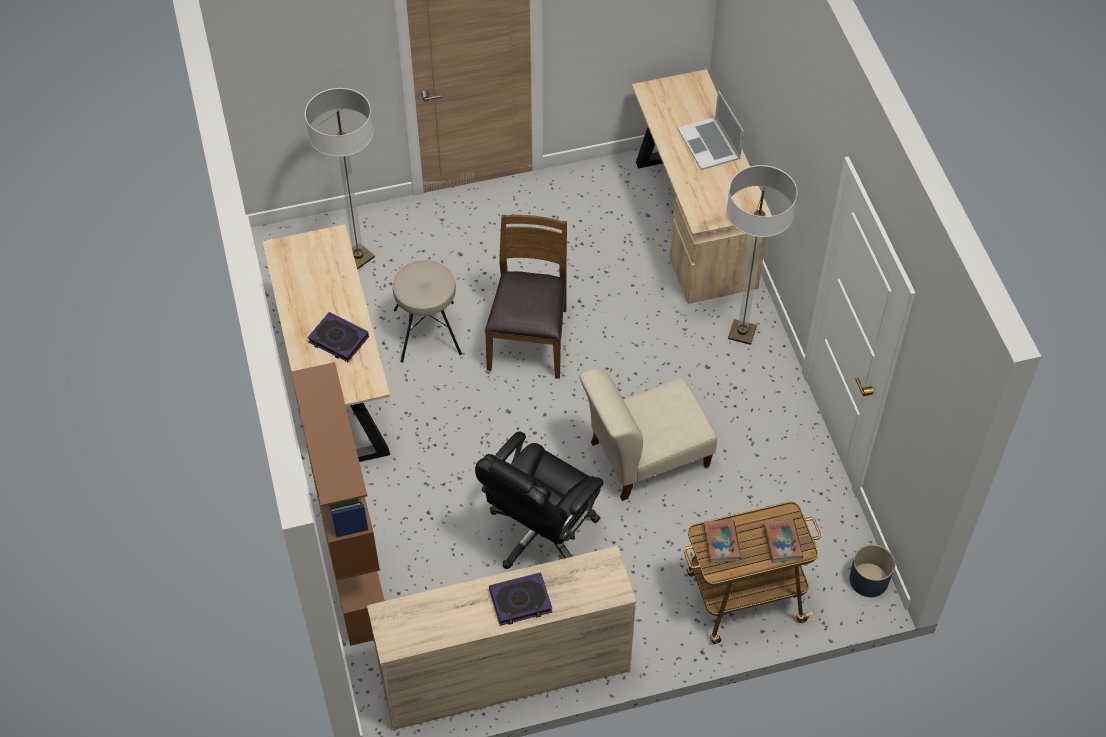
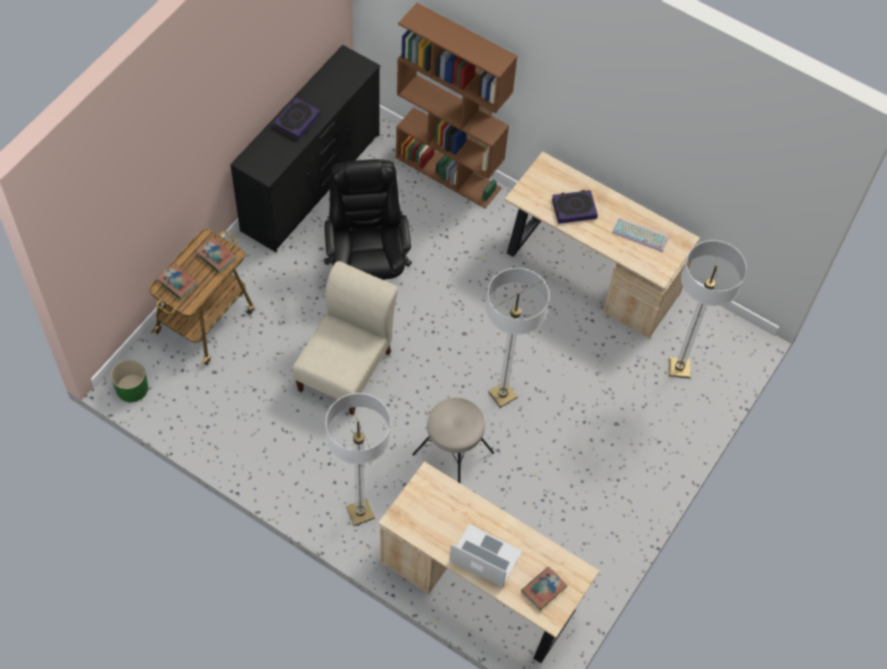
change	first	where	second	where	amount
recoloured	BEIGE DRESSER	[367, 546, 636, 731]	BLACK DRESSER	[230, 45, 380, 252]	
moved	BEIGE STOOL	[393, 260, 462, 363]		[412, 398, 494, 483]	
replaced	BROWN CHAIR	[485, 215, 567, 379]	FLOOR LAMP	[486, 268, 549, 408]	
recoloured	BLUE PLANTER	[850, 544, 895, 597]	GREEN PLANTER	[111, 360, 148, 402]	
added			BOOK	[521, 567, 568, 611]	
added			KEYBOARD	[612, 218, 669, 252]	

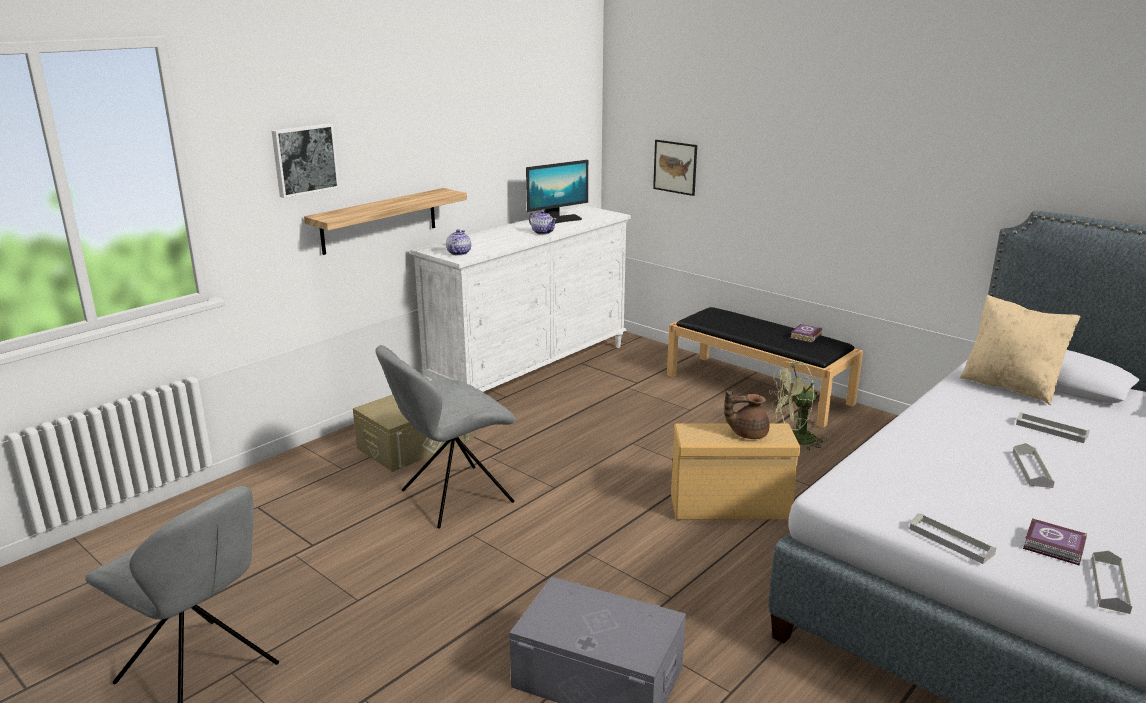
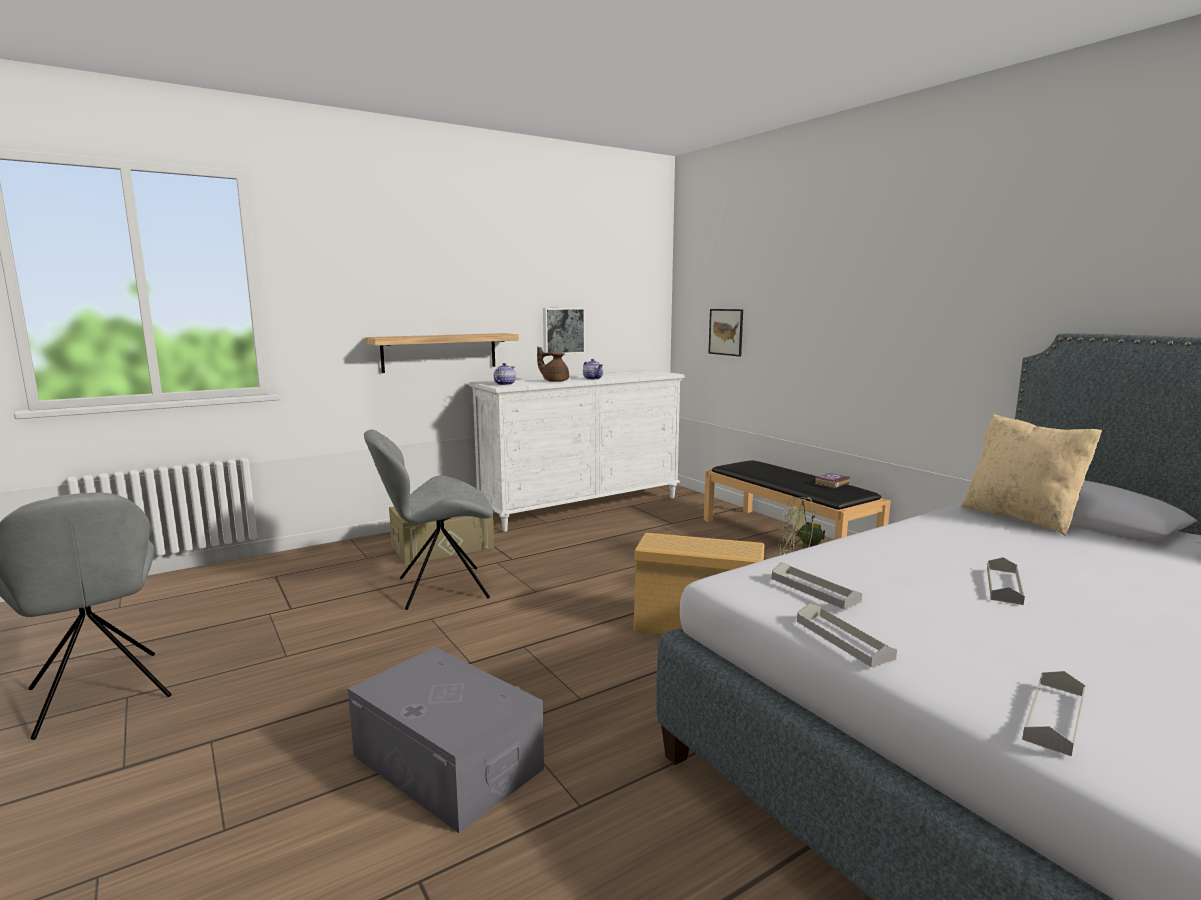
change	first	where	second	where	amount
moved	PICTURE	[272, 123, 339, 198]		[543, 308, 585, 354]	
removed	MONITOR	[526, 160, 588, 224]			
moved	BROWN TEAPOT	[724, 390, 769, 439]		[537, 346, 569, 382]	
moved	GREY TRAY	[1016, 412, 1090, 443]		[772, 562, 862, 609]	
removed	BOOK	[1023, 518, 1087, 566]			

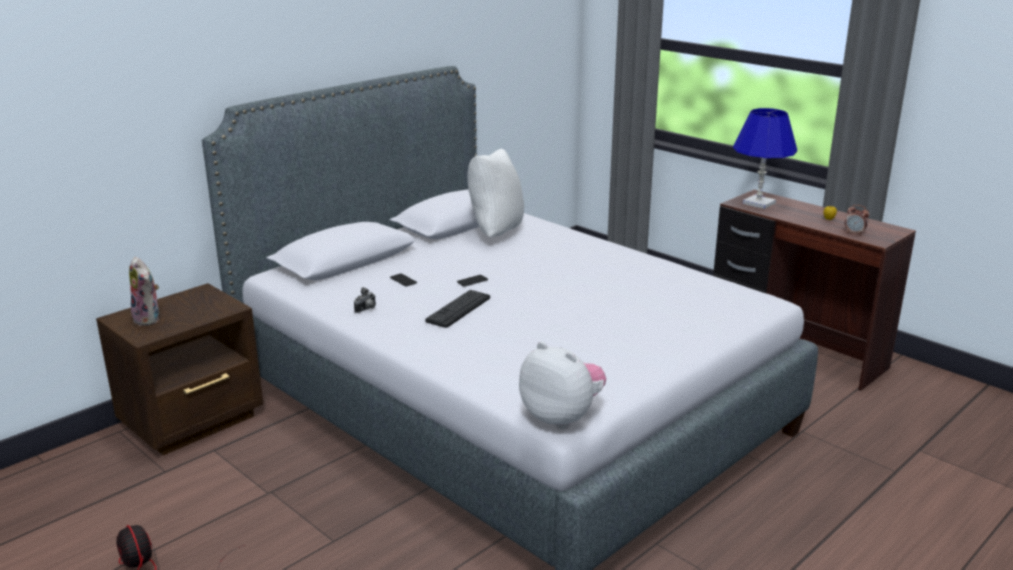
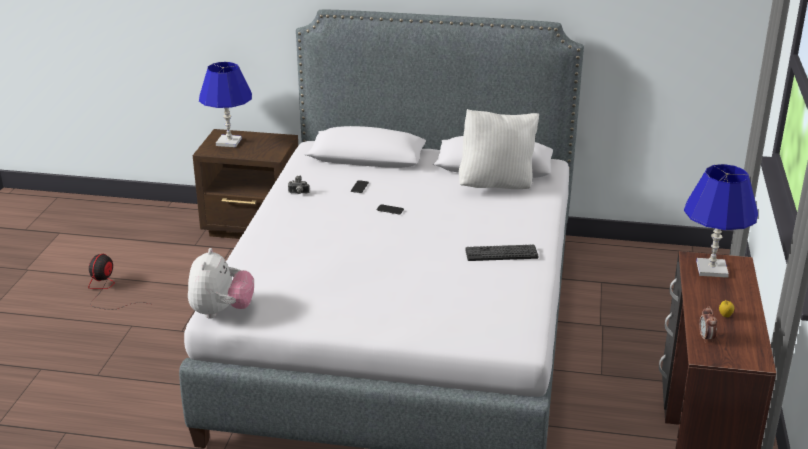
change	first	where	second	where	amount
replaced	PLUSH TOY	[129, 257, 159, 326]	BLUE TABLE LAMP	[199, 62, 252, 147]	
moved	KEYBOARD	[425, 290, 490, 328]		[465, 244, 538, 261]	

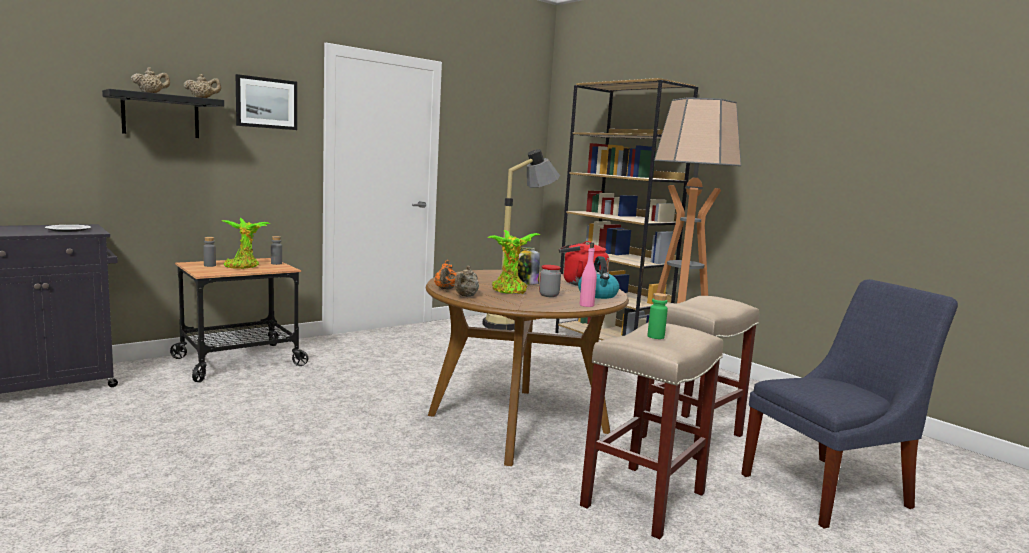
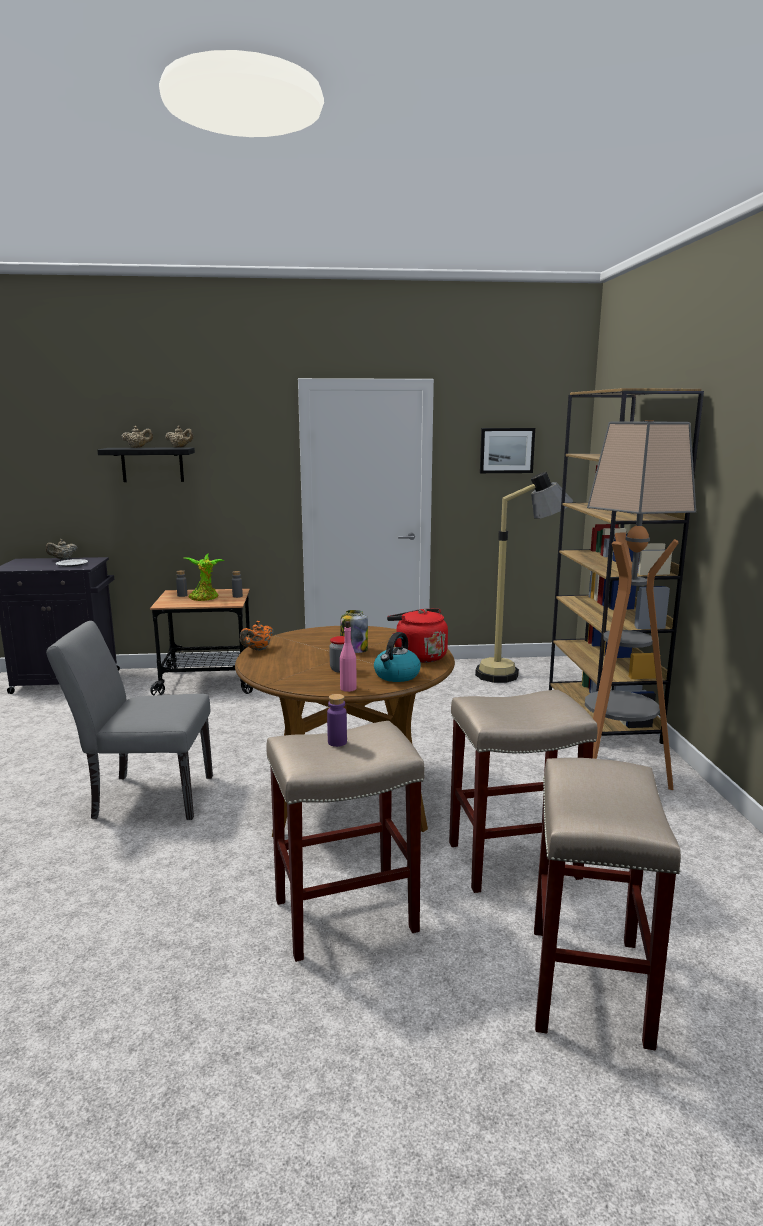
change	first	where	second	where	amount
moved	PICTURE	[236, 74, 297, 130]		[480, 428, 535, 473]	
moved	BEIGE TEAPOT	[454, 266, 479, 297]		[46, 539, 78, 560]	
removed	POTTED PLANT	[488, 230, 541, 294]			
recoloured	GREEN BOTTLE	[647, 293, 668, 339]	PURPLE BOTTLE	[327, 694, 347, 747]	
replaced	BLUE CHAIR	[741, 279, 958, 529]	BEIGE STOOL	[534, 758, 681, 1050]	
added			GREY CHAIR	[46, 621, 213, 820]	

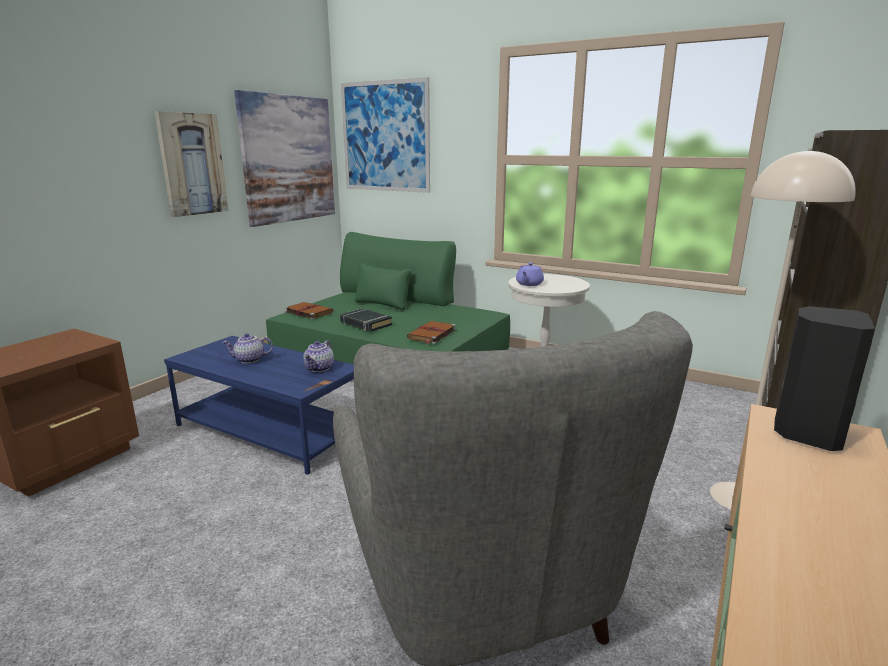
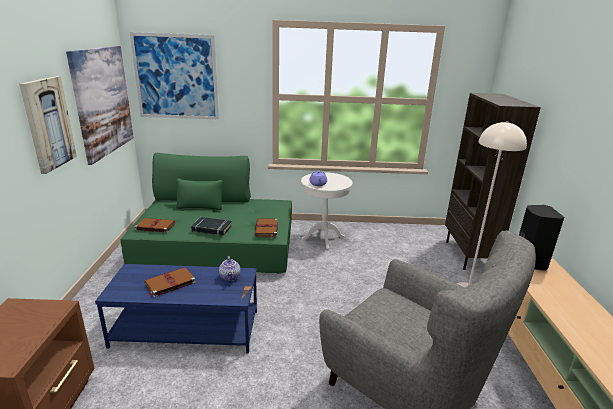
change	first	where	second	where	amount
replaced	TEAPOT	[222, 333, 273, 364]	BROWN BOOK	[144, 267, 196, 298]	

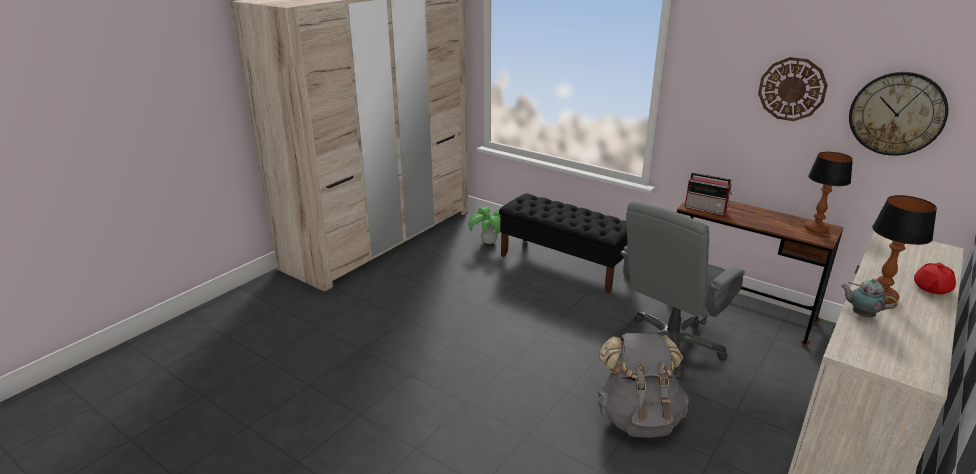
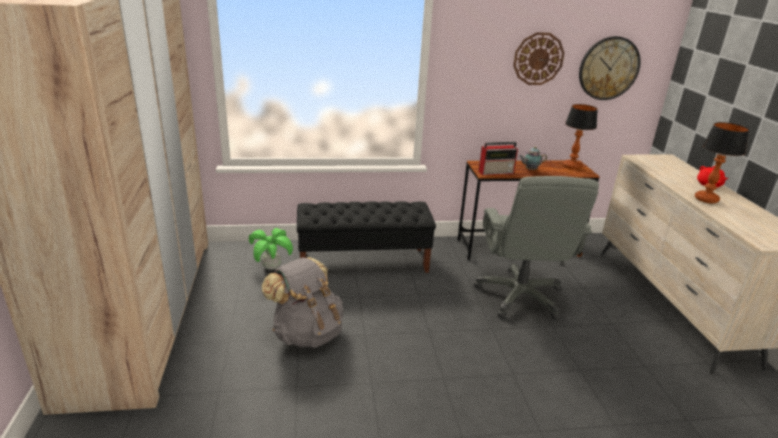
change	first	where	second	where	amount
moved	GREY BACKPACK	[596, 333, 689, 438]		[262, 257, 344, 348]	
moved	TEAPOT	[840, 278, 898, 317]		[519, 147, 547, 170]	

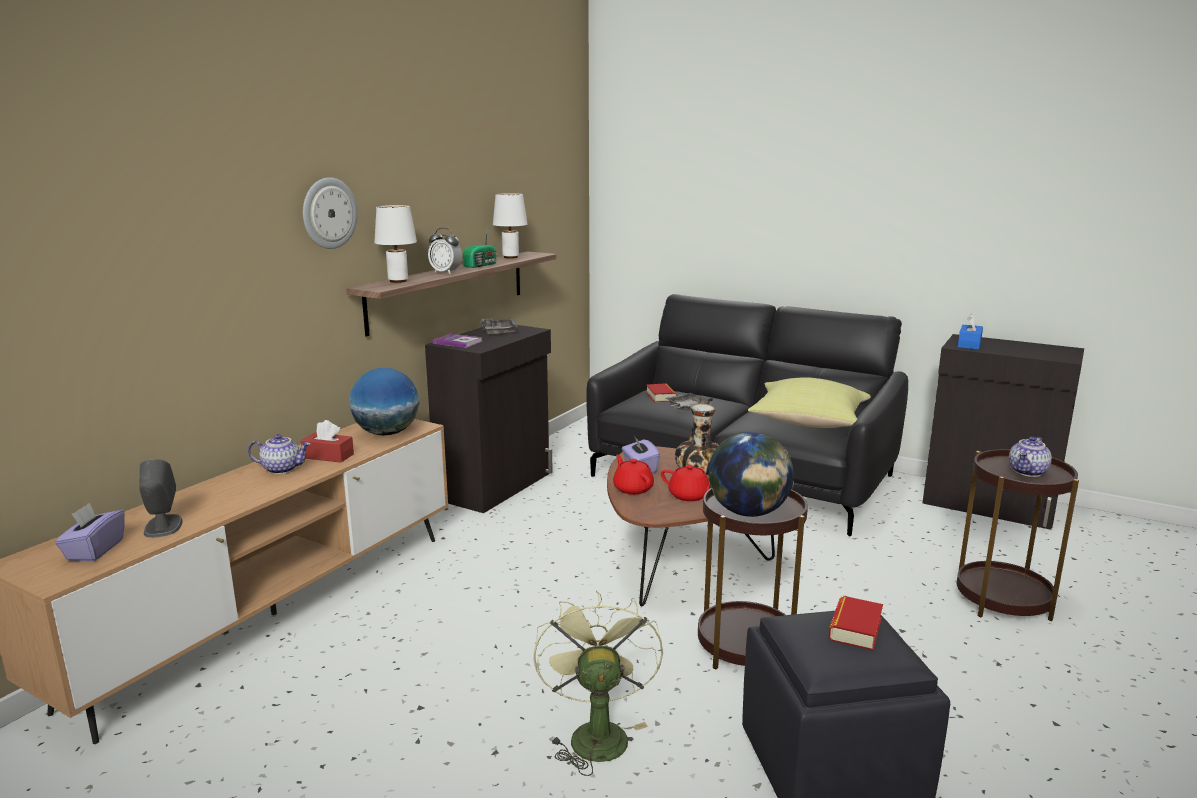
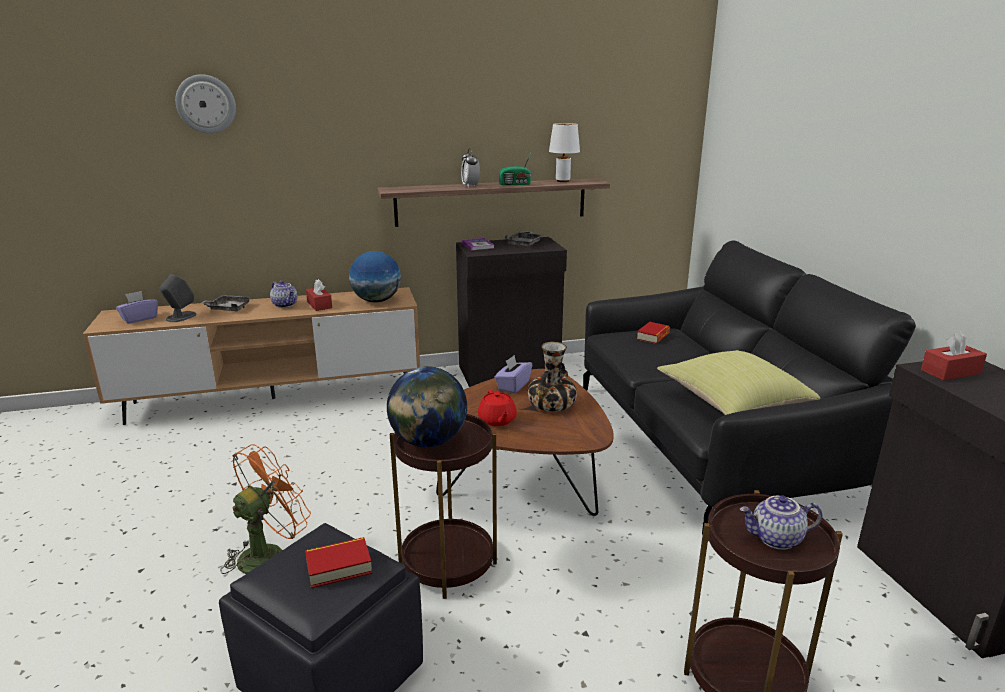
change	first	where	second	where	amount
moved	WALL CLOCK	[303, 177, 357, 249]		[175, 74, 236, 134]	
removed	WHITE TABLE LAMP	[374, 205, 417, 283]			
recoloured	GREEN FAN	[534, 591, 663, 776]	ORANGE FAN	[220, 444, 311, 574]	
removed	RED TEAPOT	[613, 455, 654, 495]			
moved	GREY TRAY	[665, 393, 713, 411]		[199, 295, 252, 311]	
recoloured	BLUE TISSUE BOX	[958, 314, 983, 350]	RED TISSUE BOX	[921, 331, 987, 381]	

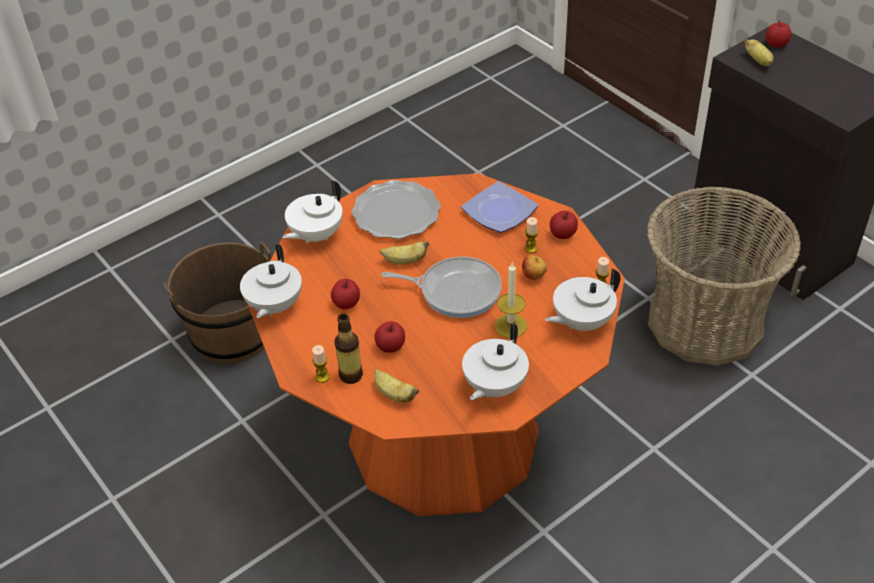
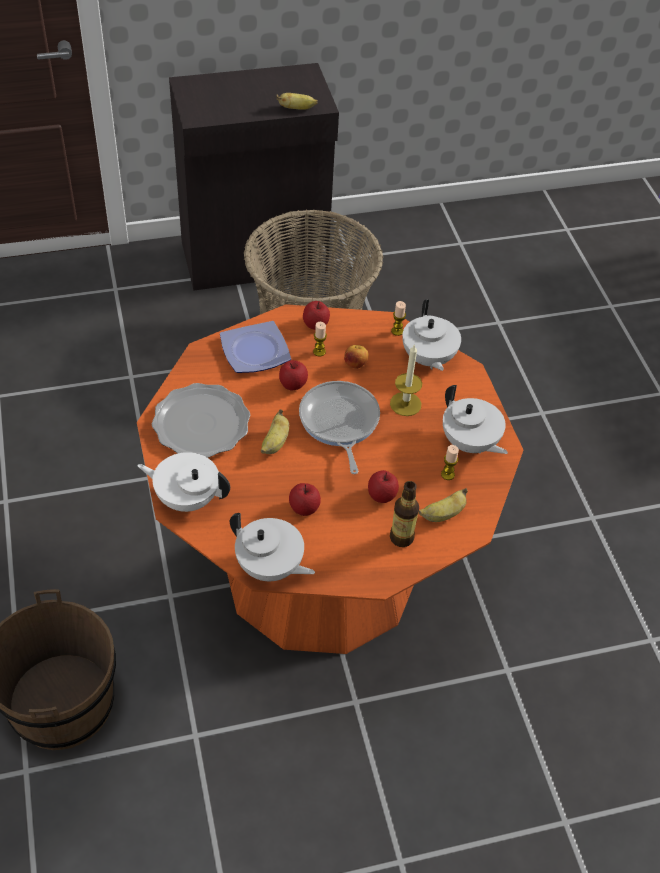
change	first	where	second	where	amount
turned	WHITE TEAPOT	[282, 180, 343, 244]		[137, 452, 230, 512]	135 degrees clockwise
moved	CANDLE	[312, 345, 330, 383]		[441, 445, 459, 480]	
turned	FRYING PAN	[381, 256, 502, 318]		[299, 381, 380, 474]	45 degrees counterclockwise
moved	BANANA	[744, 36, 774, 66]		[276, 93, 318, 110]	
moved	APPLE	[766, 20, 792, 47]		[279, 360, 308, 390]	

